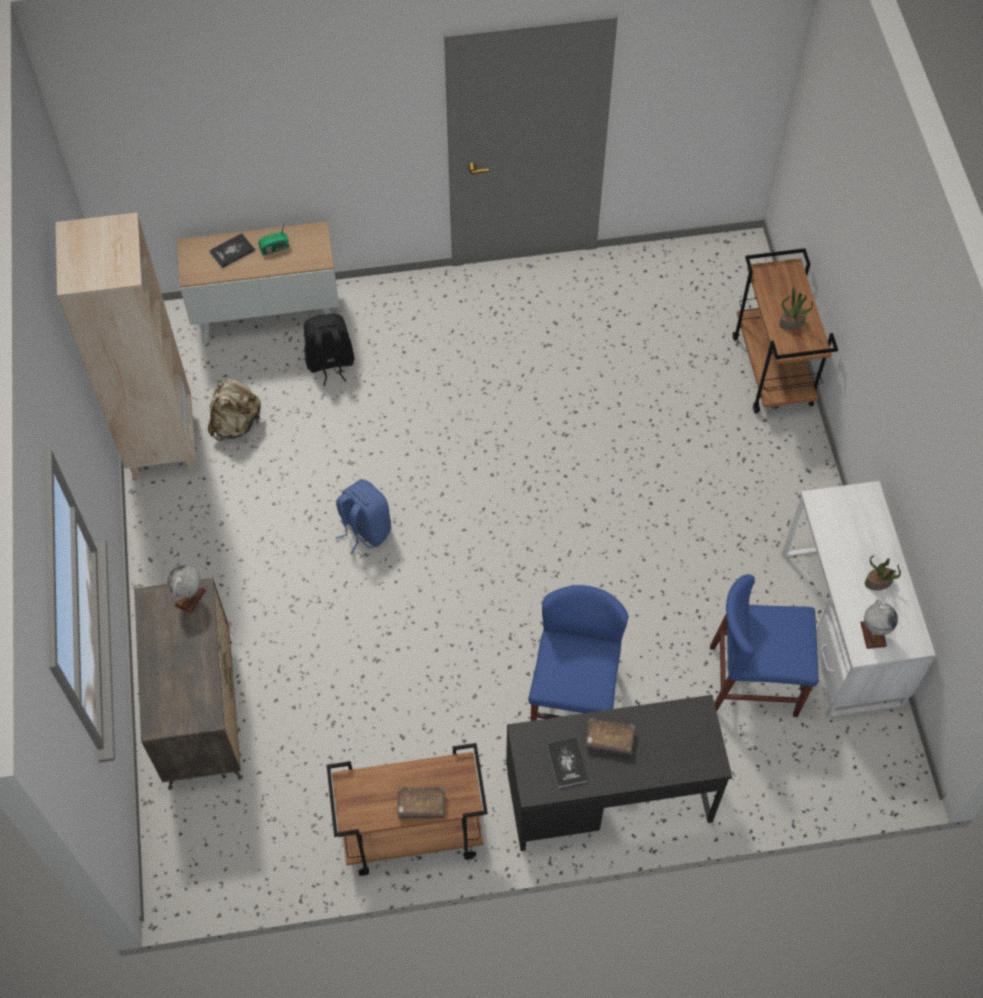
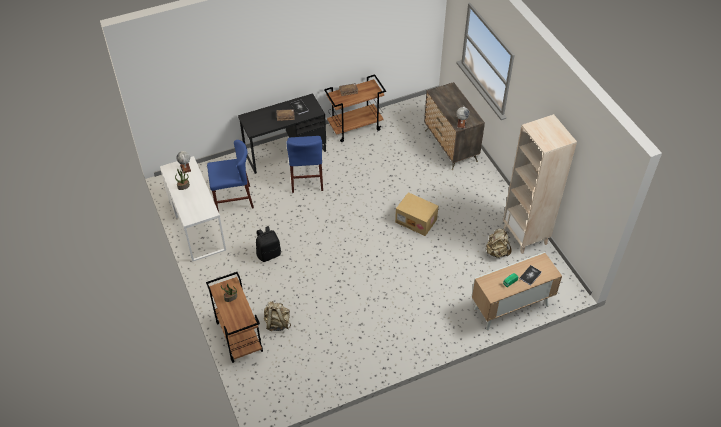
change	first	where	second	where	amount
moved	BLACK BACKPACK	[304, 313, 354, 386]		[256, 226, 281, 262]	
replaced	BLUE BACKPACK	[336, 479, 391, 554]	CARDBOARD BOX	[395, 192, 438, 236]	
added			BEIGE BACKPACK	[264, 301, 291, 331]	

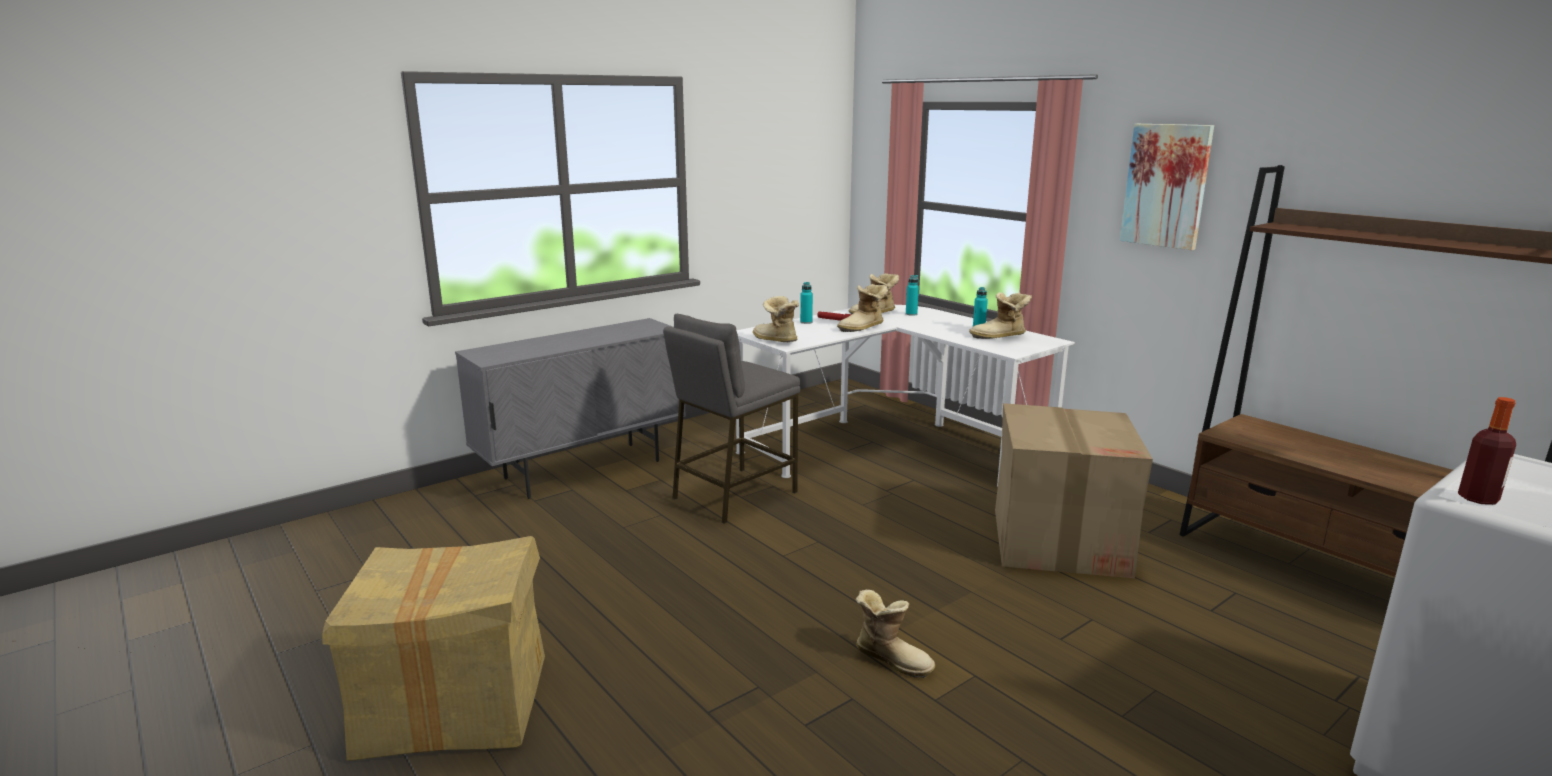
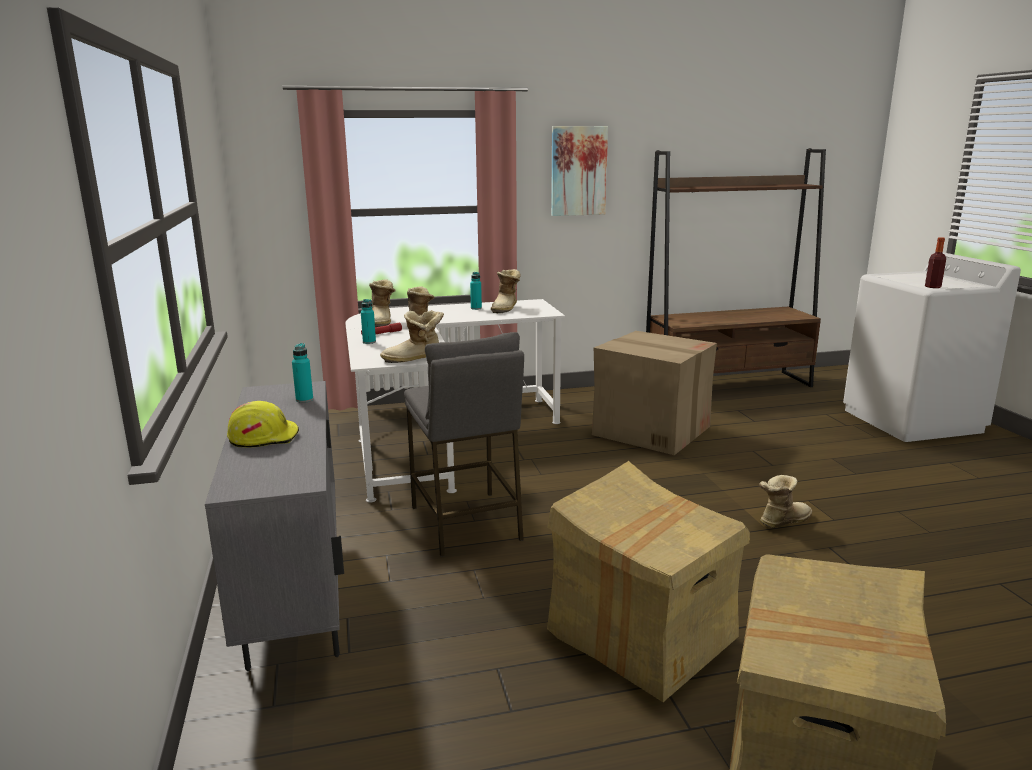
change	first	where	second	where	amount
moved	TURQUOISE BOTTLE	[906, 275, 919, 316]		[292, 343, 313, 403]	
added			YELLOW HARD HAT	[227, 401, 299, 448]	
added			CARDBOARD BOX	[547, 461, 750, 702]	

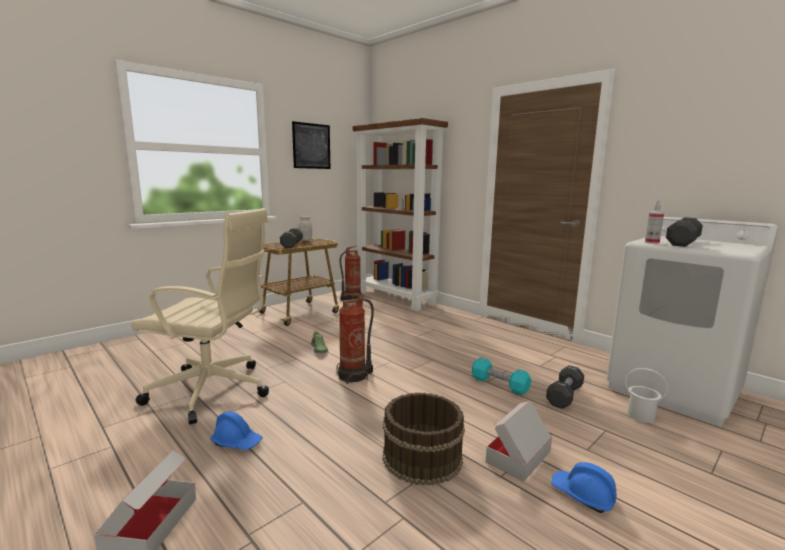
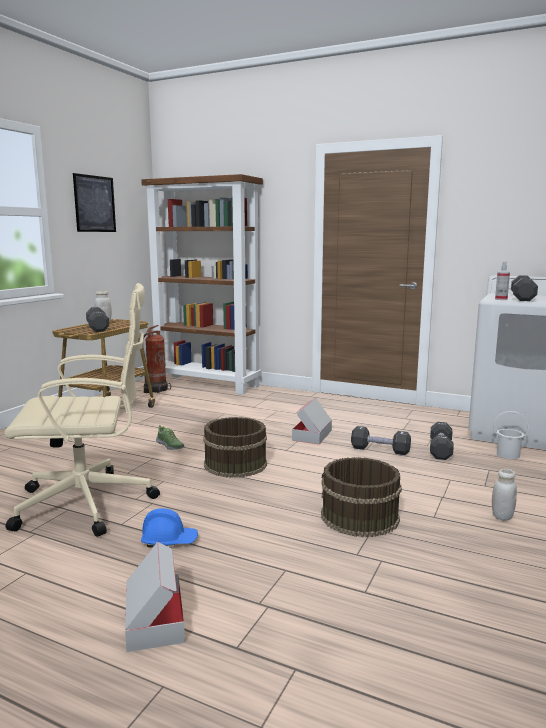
change	first	where	second	where	amount
replaced	FIRE EXTINGUISHER	[336, 293, 374, 384]	BROWN BUCKET	[203, 417, 267, 478]	
recoloured	TURQUOISE DUMBBELL	[472, 357, 531, 395]	BLACK DUMBBELL	[351, 426, 411, 455]	
moved	CARDBOARD BOX	[486, 401, 552, 481]		[292, 398, 332, 444]	
replaced	BLUE HARD HAT	[551, 462, 617, 513]	WHITE JAR	[492, 469, 517, 520]	

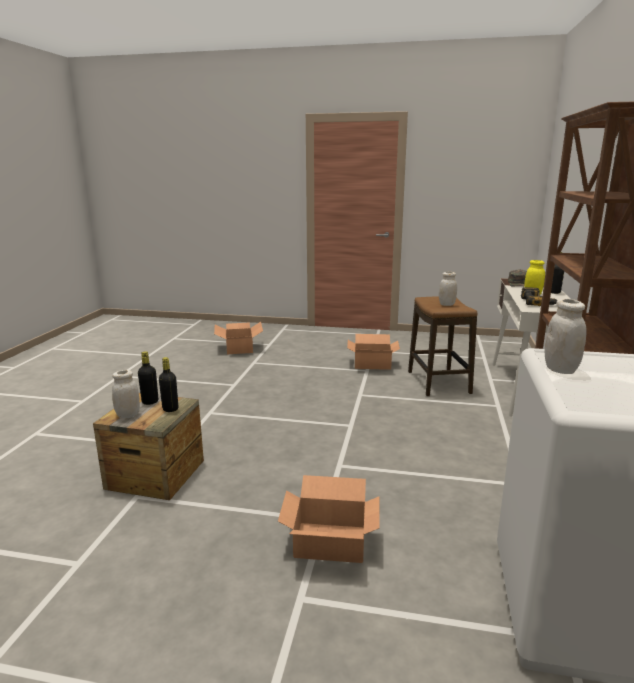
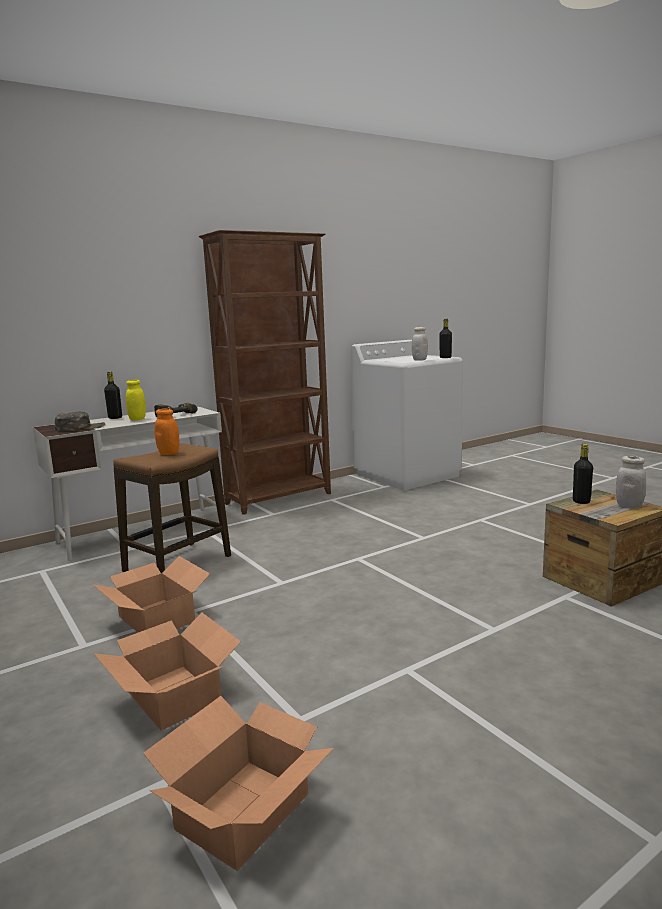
change	first	where	second	where	amount
moved	BLACK BOTTLE	[138, 351, 158, 405]		[439, 319, 452, 358]	
moved	CARDBOARD BOX	[278, 475, 380, 563]		[94, 613, 241, 730]	
recoloured	WHITE JAR	[439, 272, 457, 306]	ORANGE JAR	[154, 409, 180, 455]	

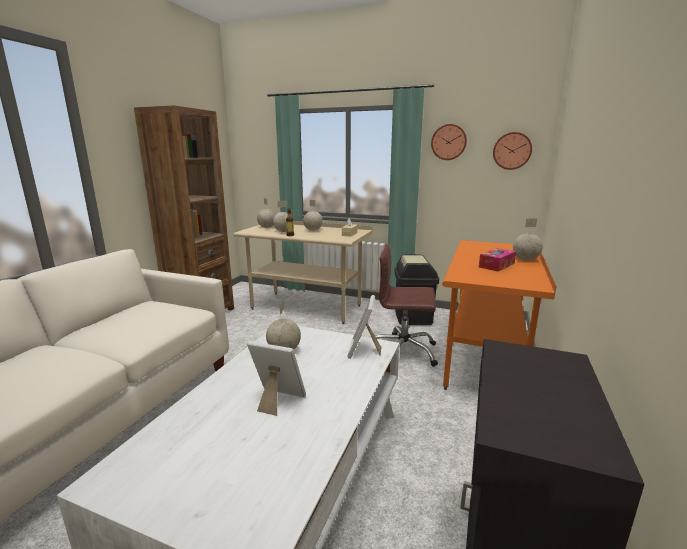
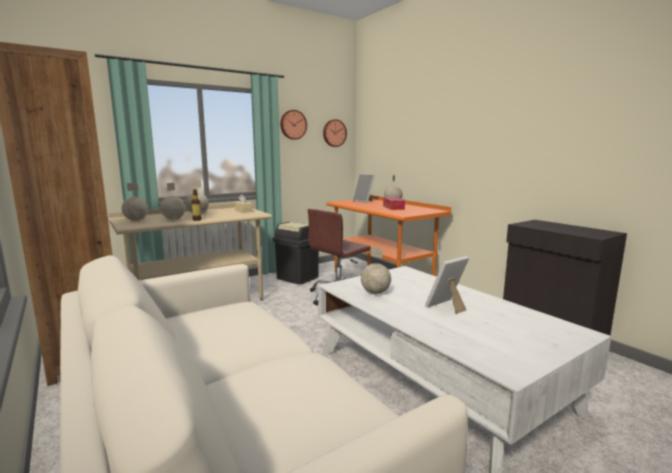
change	first	where	second	where	amount
moved	PICTURE FRAME	[347, 295, 381, 359]		[352, 174, 375, 203]	

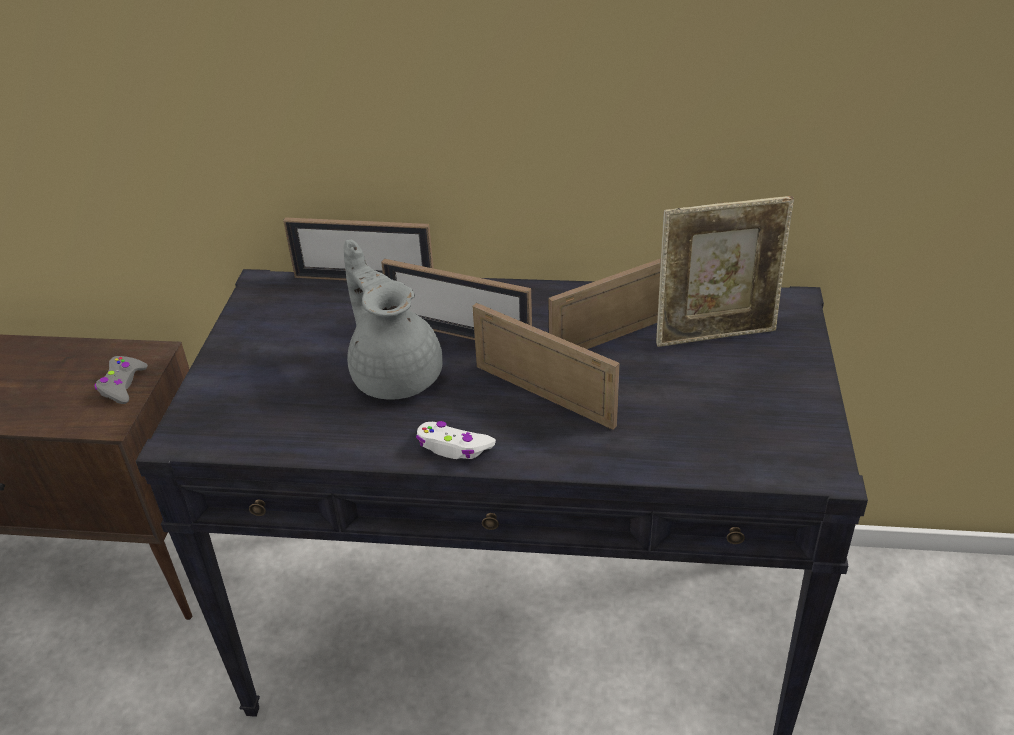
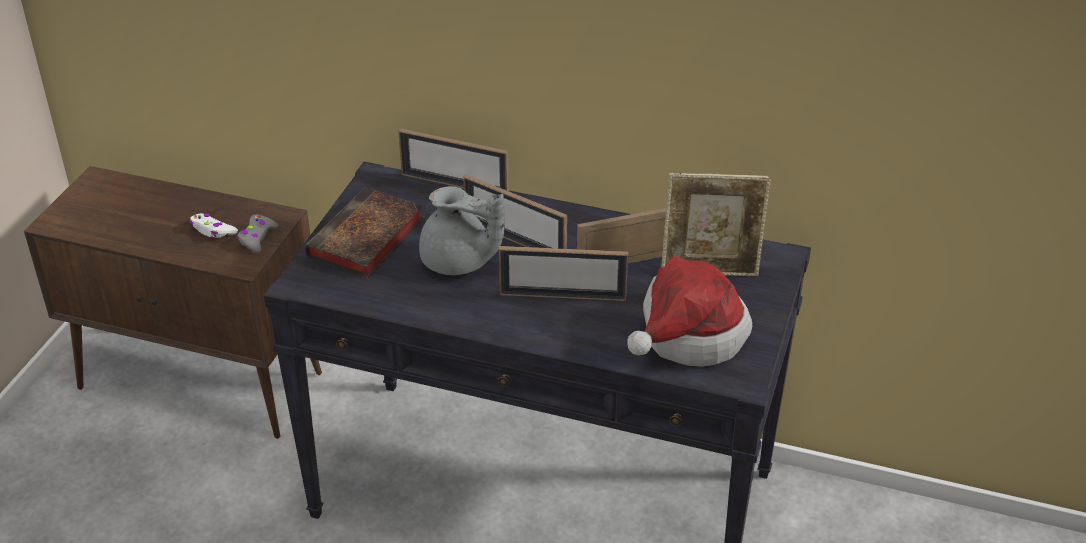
change	first	where	second	where	amount
turned	GREY TEAPOT	[344, 240, 443, 400]		[419, 186, 505, 275]	135 degrees clockwise
moved	WHITE GAME CONTROLLER	[416, 421, 496, 459]		[189, 213, 238, 238]	
turned	PICTURE FRAME	[472, 303, 620, 430]		[499, 246, 629, 301]	135 degrees clockwise
added			BOOK	[305, 187, 424, 278]	
added			HAT	[627, 256, 752, 367]	

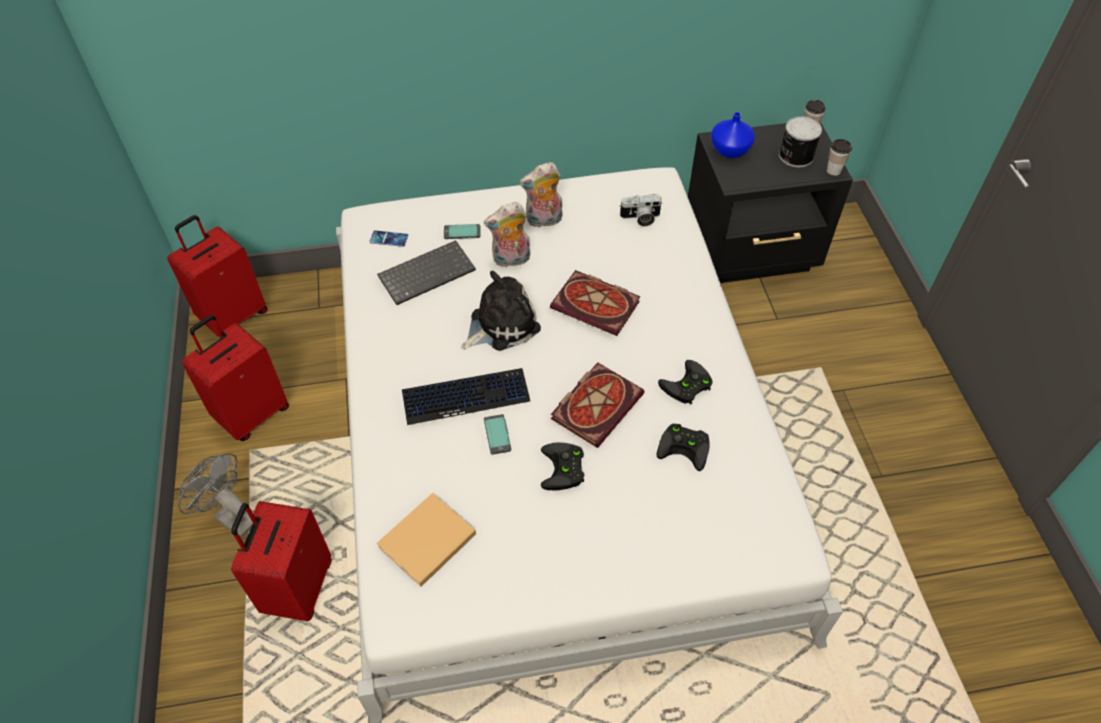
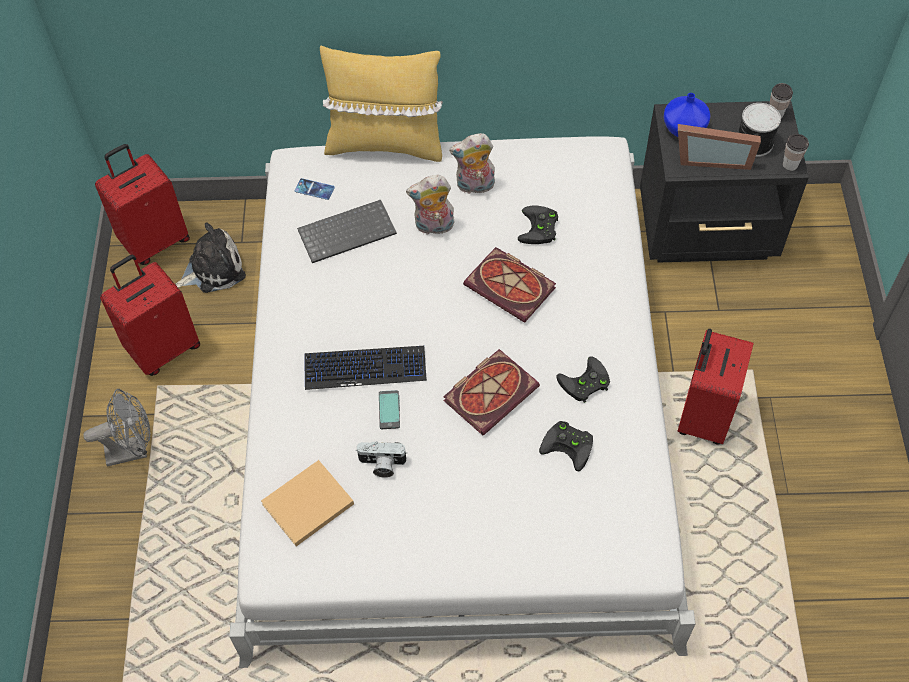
change	first	where	second	where	amount
turned	GREY FAN	[178, 453, 253, 538]		[83, 389, 150, 466]	120 degrees clockwise
moved	RED SUITCASE	[231, 501, 332, 621]		[677, 329, 753, 445]	
removed	PHONE	[444, 224, 480, 239]			
moved	PLUSH TOY	[462, 271, 541, 351]		[175, 222, 246, 293]	
moved	BLACK GAME CONTROLLER	[541, 442, 584, 490]		[518, 205, 558, 244]	
moved	PHOTO CAMERA	[619, 194, 663, 226]		[355, 441, 407, 478]	
added			YELLOW PILLOW	[320, 45, 443, 162]	
added			PICTURE FRAME	[678, 124, 761, 170]	

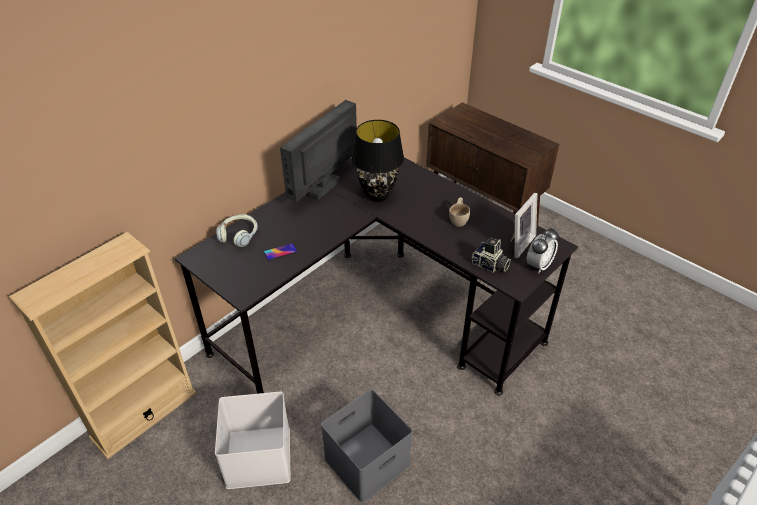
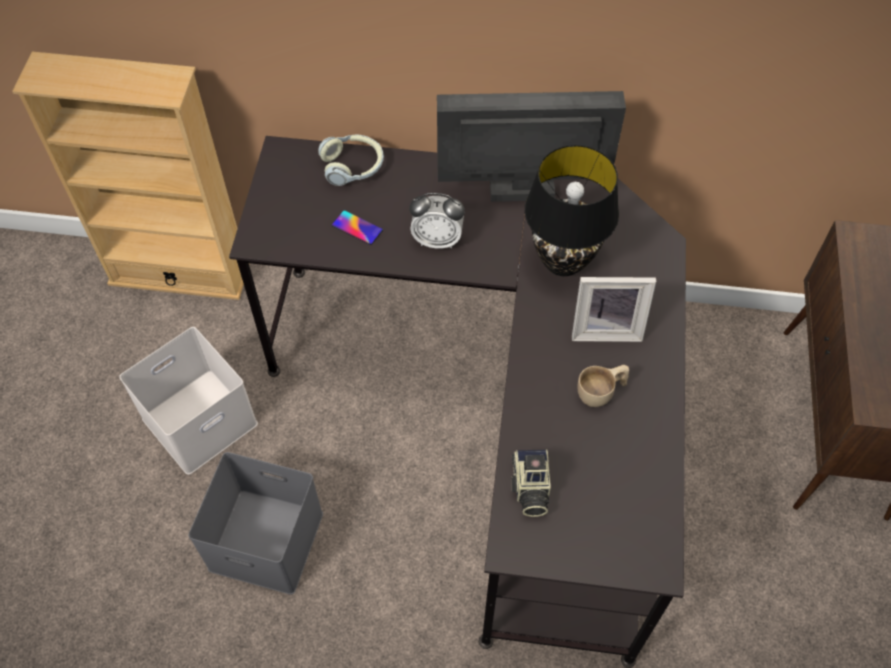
change	first	where	second	where	amount
moved	PICTURE FRAME	[511, 192, 538, 258]		[572, 277, 656, 342]	
moved	ALARM CLOCK	[527, 228, 559, 273]		[409, 193, 465, 249]	

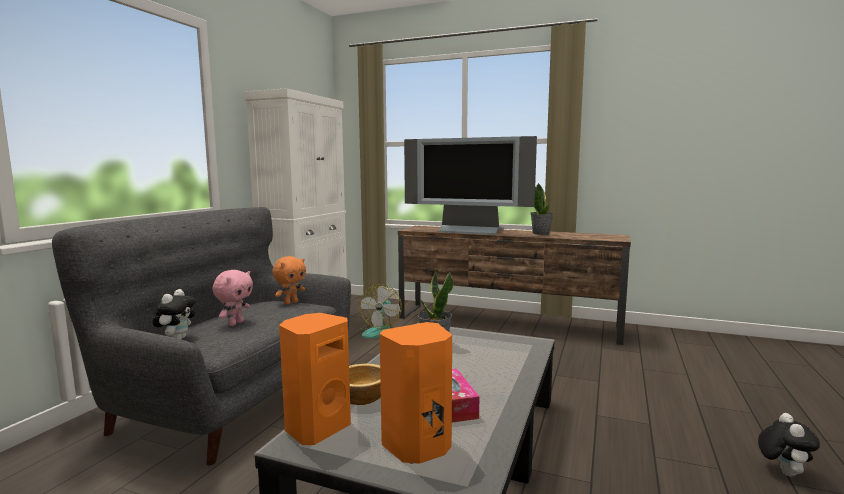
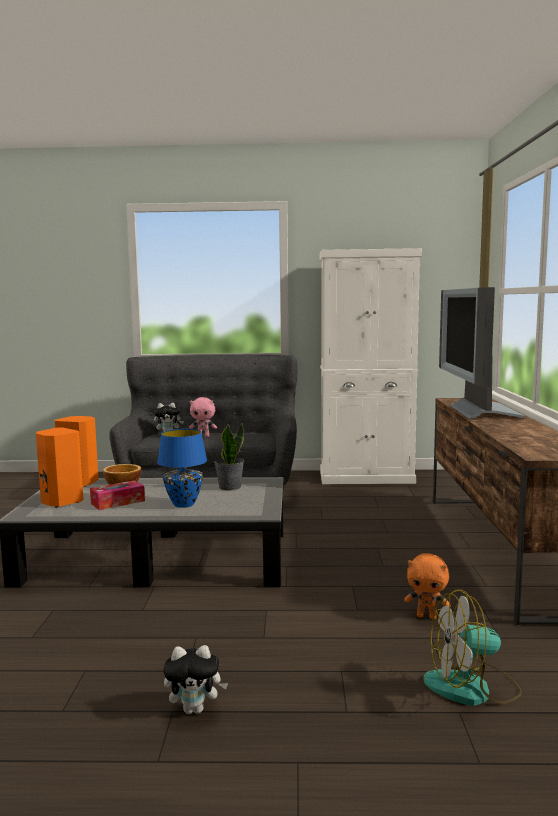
change	first	where	second	where	amount
moved	ORANGE PLUSH TOY	[272, 256, 306, 305]		[404, 553, 451, 619]	
moved	FAN	[359, 284, 402, 338]		[423, 589, 522, 706]	
removed	POTTED PLANT	[530, 183, 554, 235]			
added			BLUE TABLE LAMP	[157, 429, 207, 508]	

